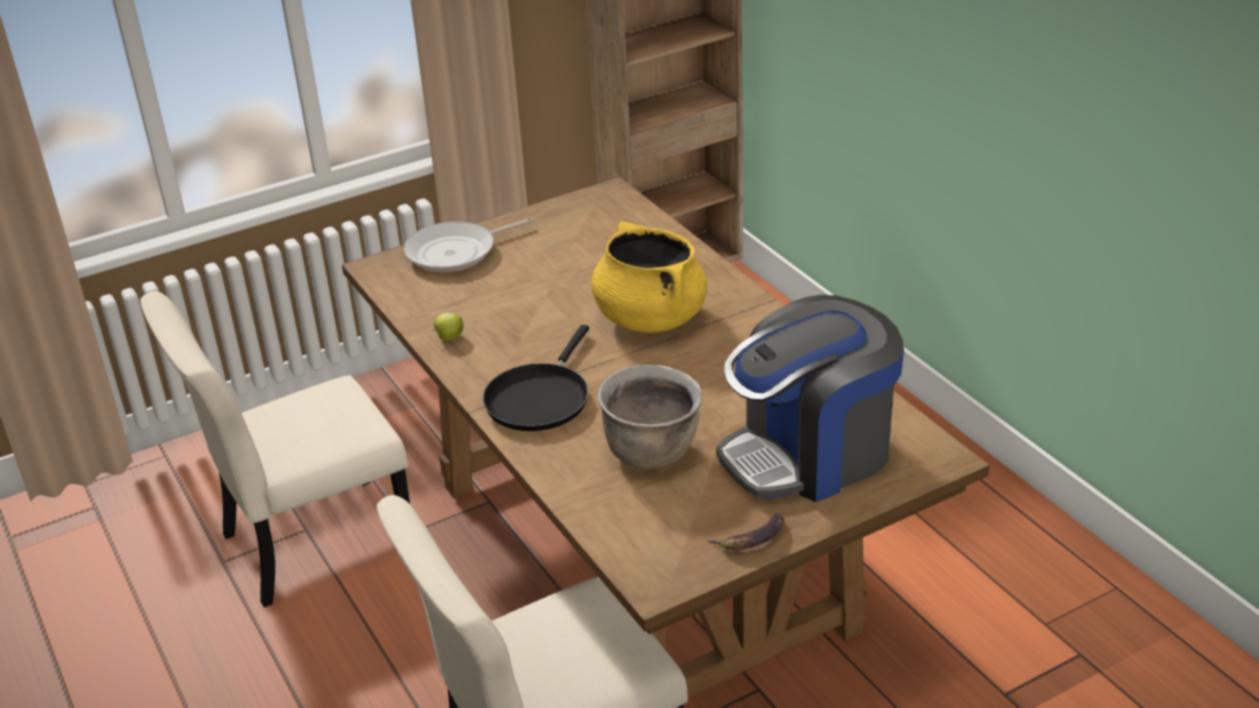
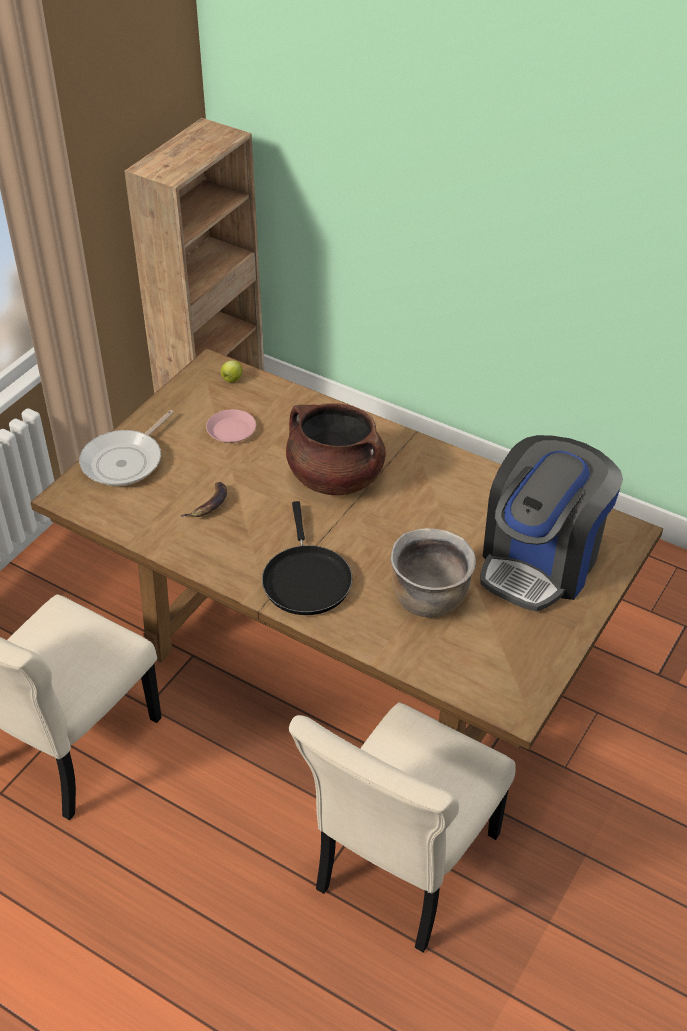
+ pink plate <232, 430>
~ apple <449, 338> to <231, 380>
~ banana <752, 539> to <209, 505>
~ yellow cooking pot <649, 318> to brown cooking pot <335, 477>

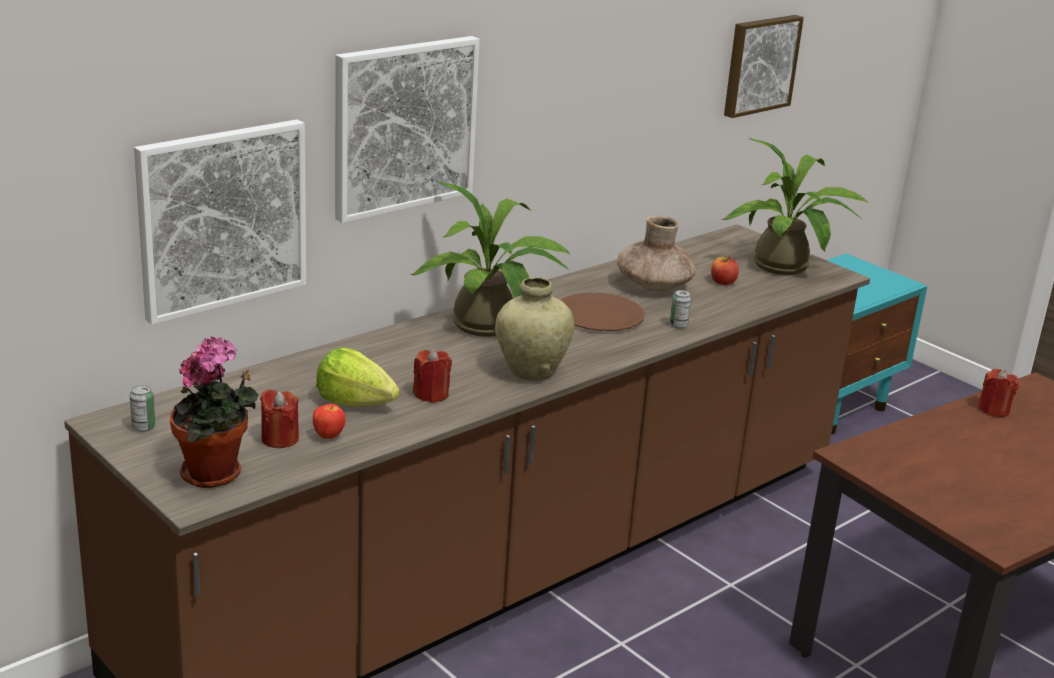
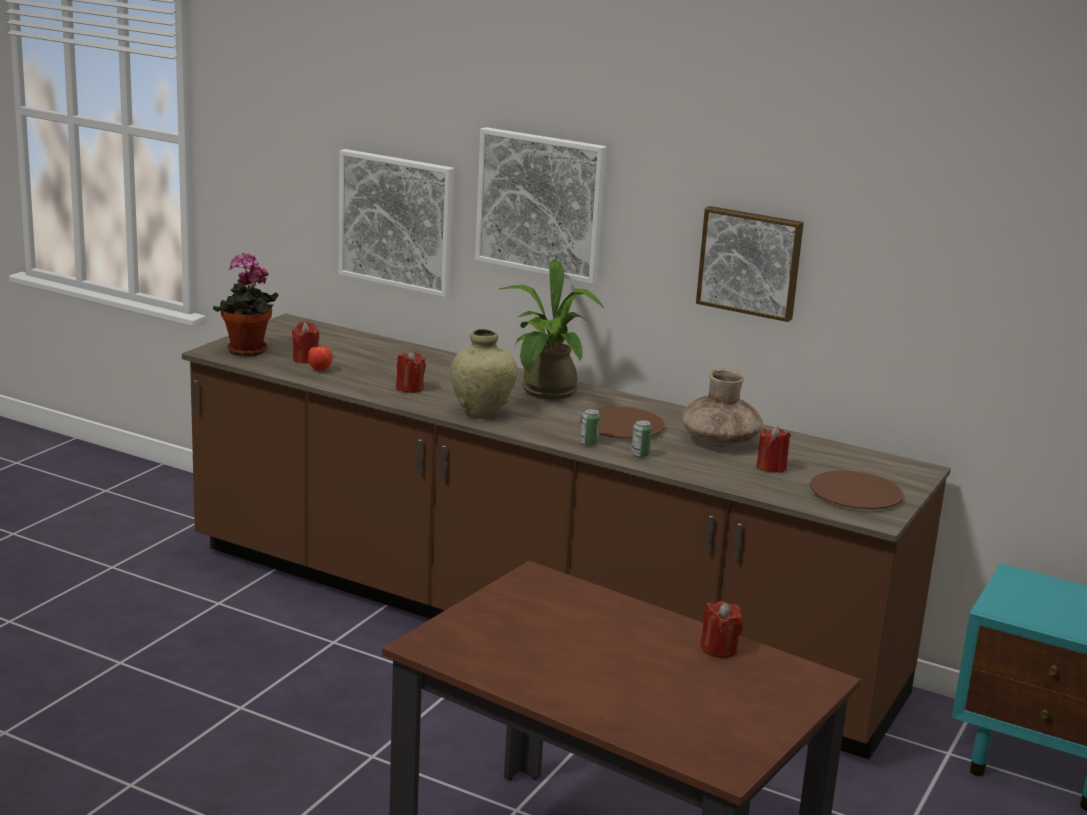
- lettuce <354, 402>
~ can <143, 427> to <589, 443>
~ picture <759, 64> to <750, 262>
~ apple <723, 282> to red candle <771, 467>
~ potted plant <786, 268> to brown plate <855, 493>

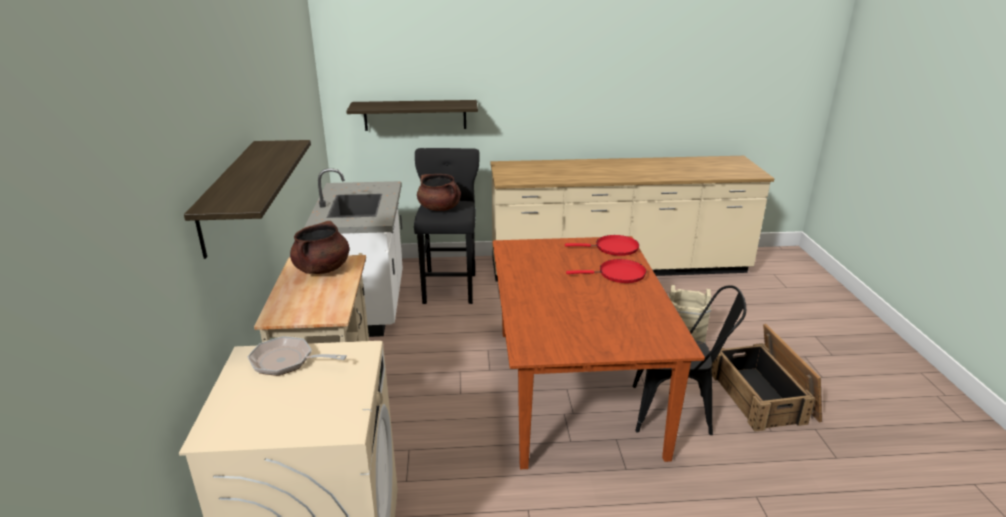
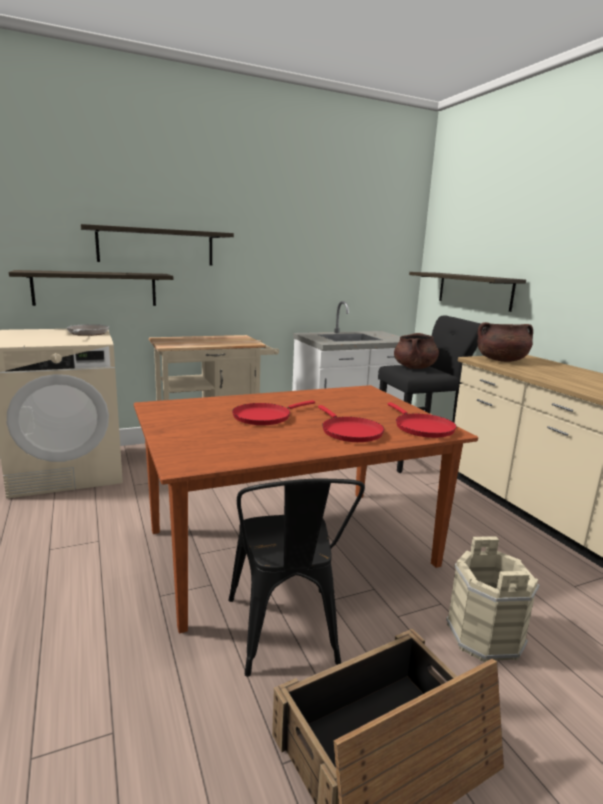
+ shelf <95, 288>
+ red frying pan <264, 417>
~ brown cooking pot <322, 269> to <501, 360>

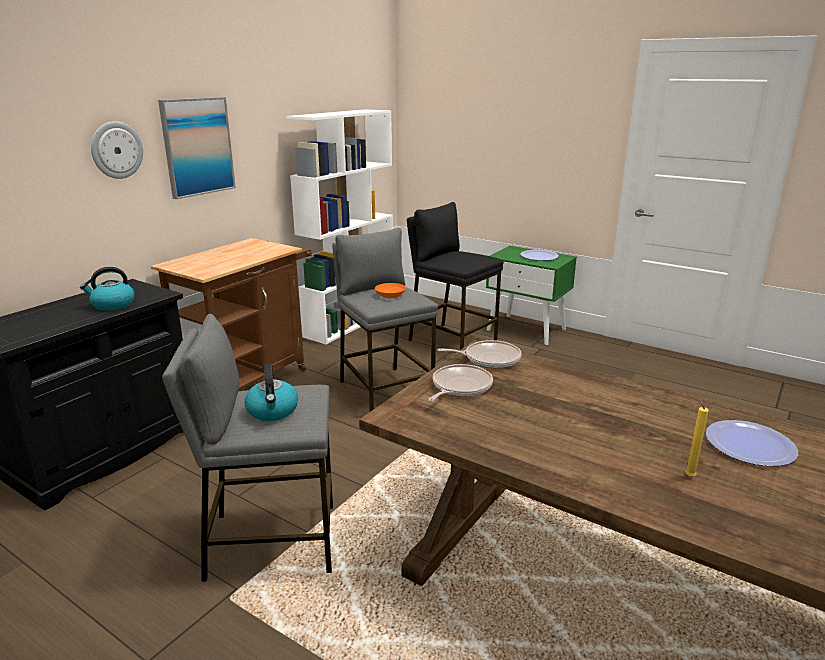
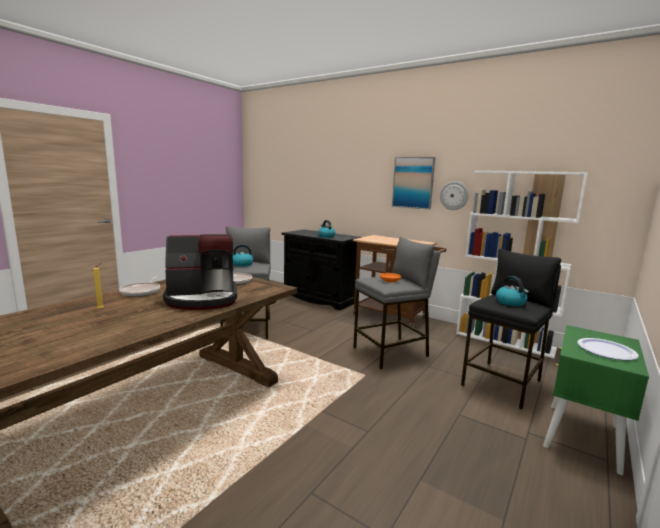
- plate <749, 445>
+ coffee machine <202, 299>
+ kettle <511, 302>
~ wall clock <116, 150> to <454, 195>
~ frying pan <489, 358> to <142, 292>

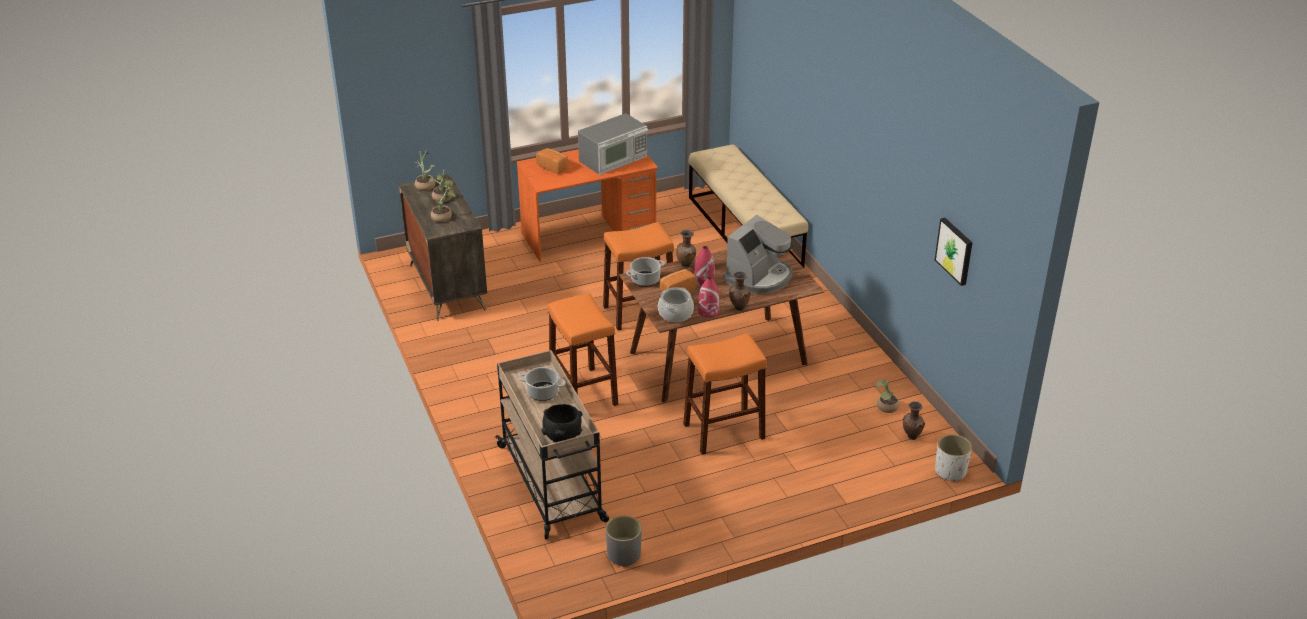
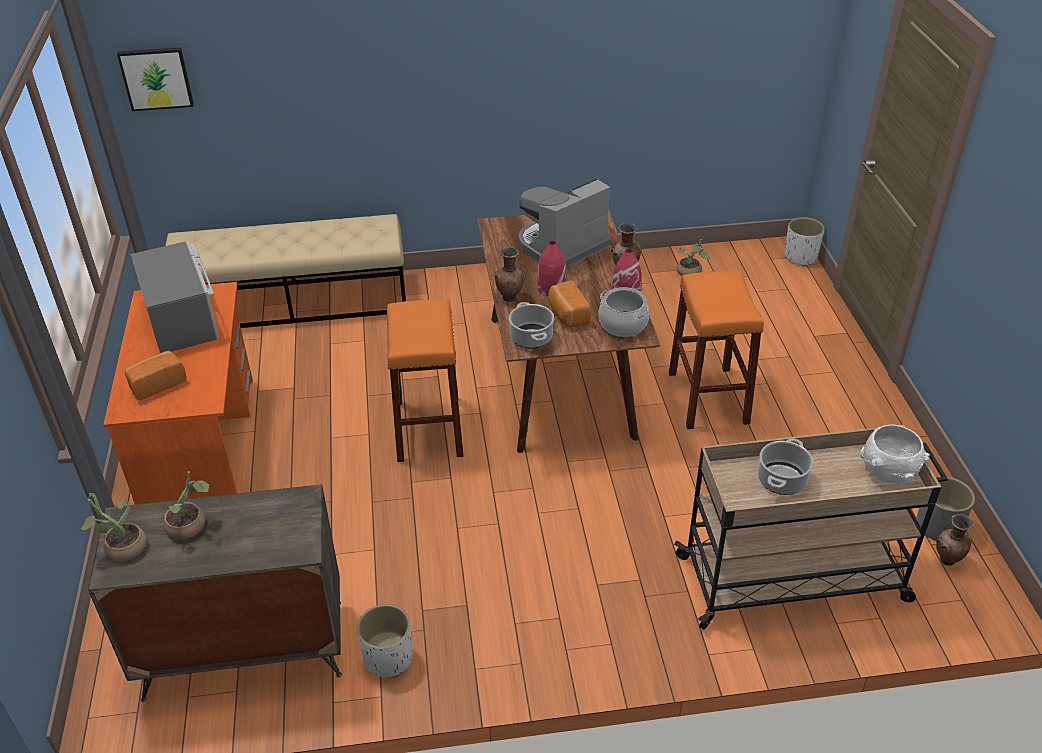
- potted plant <444, 217>
- orange stool <583, 392>
+ white planter <388, 658>
~ brown vase <911, 436> to <947, 561>
~ picture <955, 251> to <156, 78>
~ black bowl <562, 437> to white bowl <888, 473>
~ coffee machine <759, 277> = <561, 246> 90 degrees counterclockwise

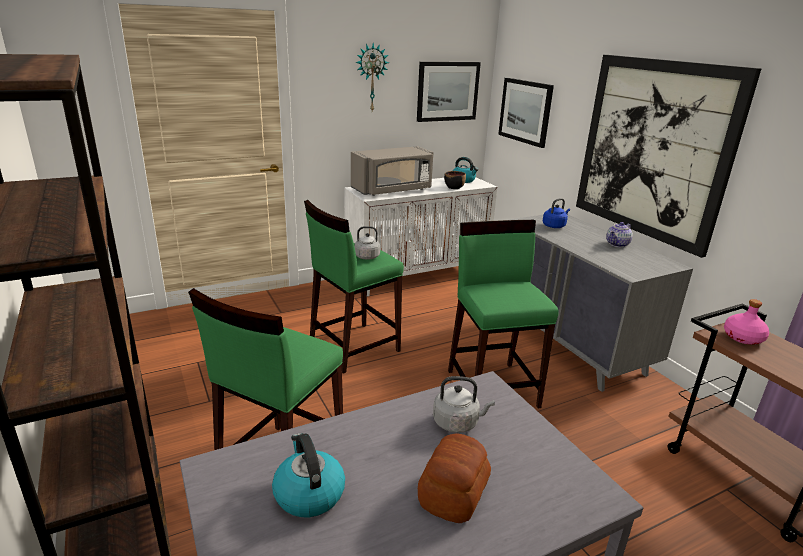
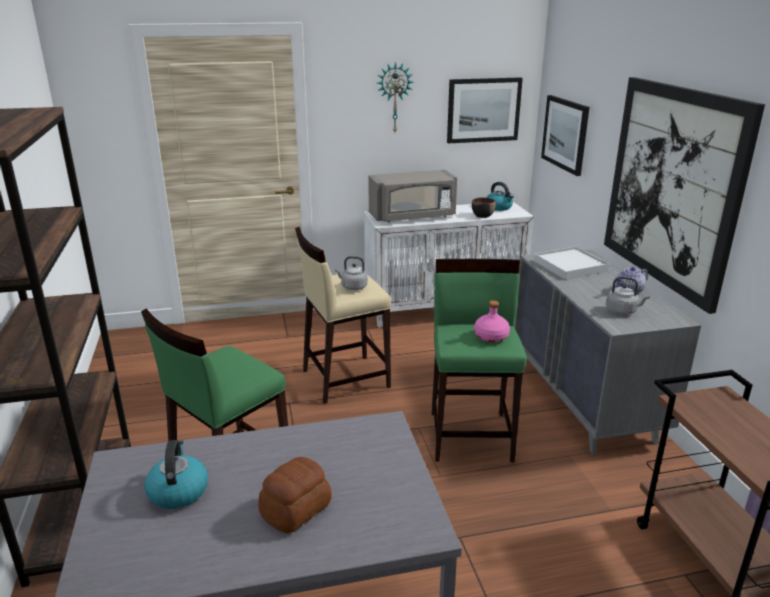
~ grey kettle <458, 422> to <622, 311>
~ pink bottle <742, 338> to <490, 336>
~ blue kettle <554, 226> to white tray <570, 266>
~ green stool <353, 347> to beige stool <344, 378>

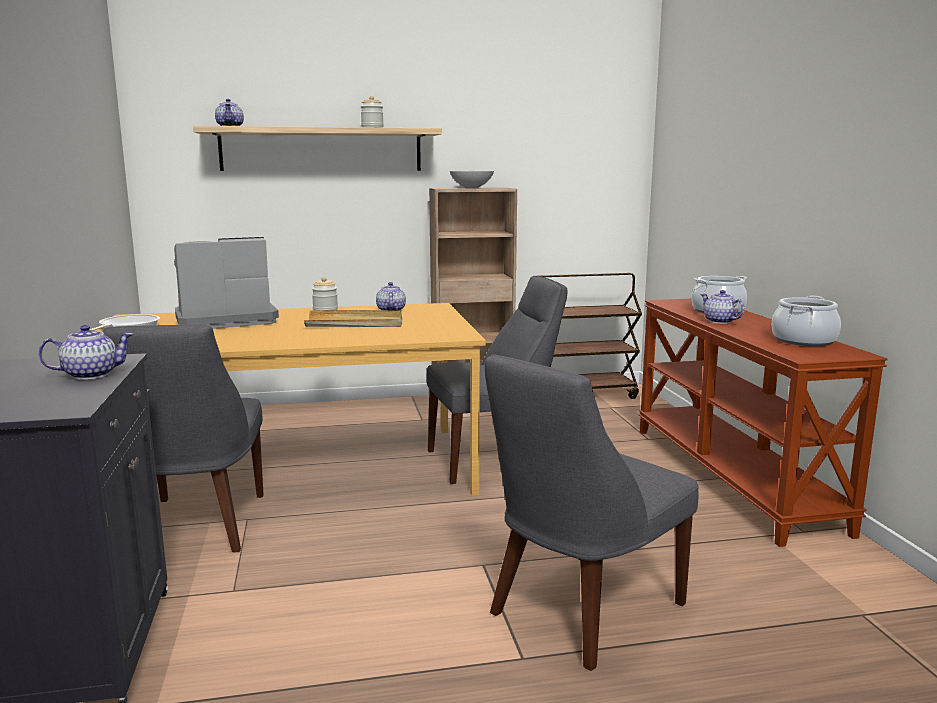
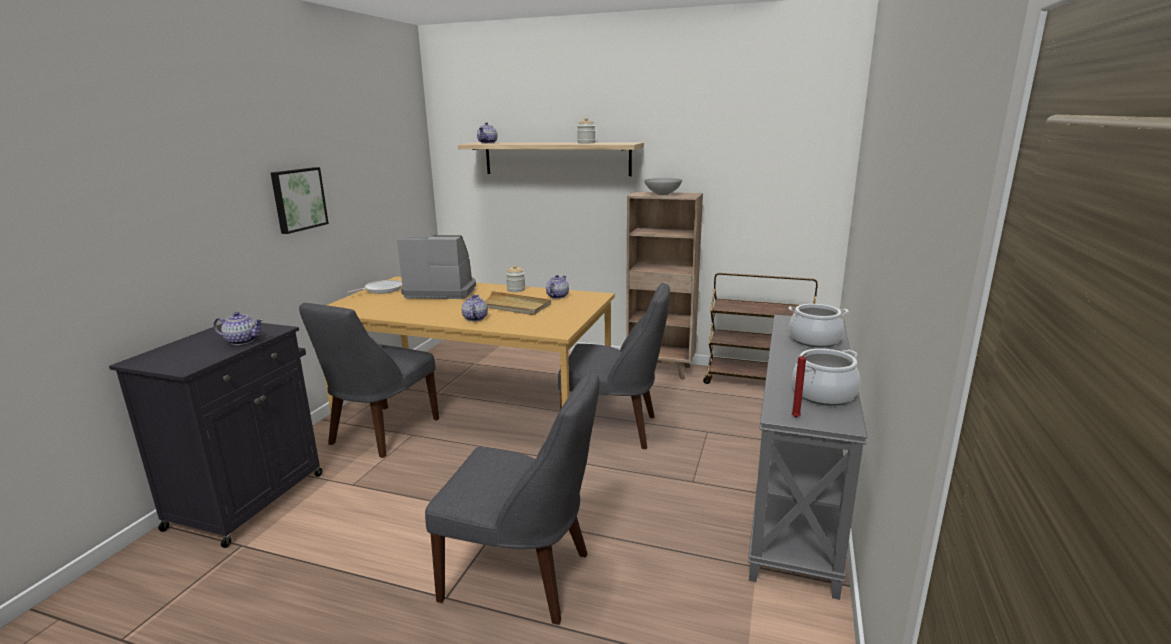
+ picture <298, 199>
+ red candle <796, 418>
~ teapot <720, 321> to <475, 318>
~ brown console table <733, 476> to grey console table <796, 498>
~ grey chair <580, 611> = <523, 577> 150 degrees counterclockwise

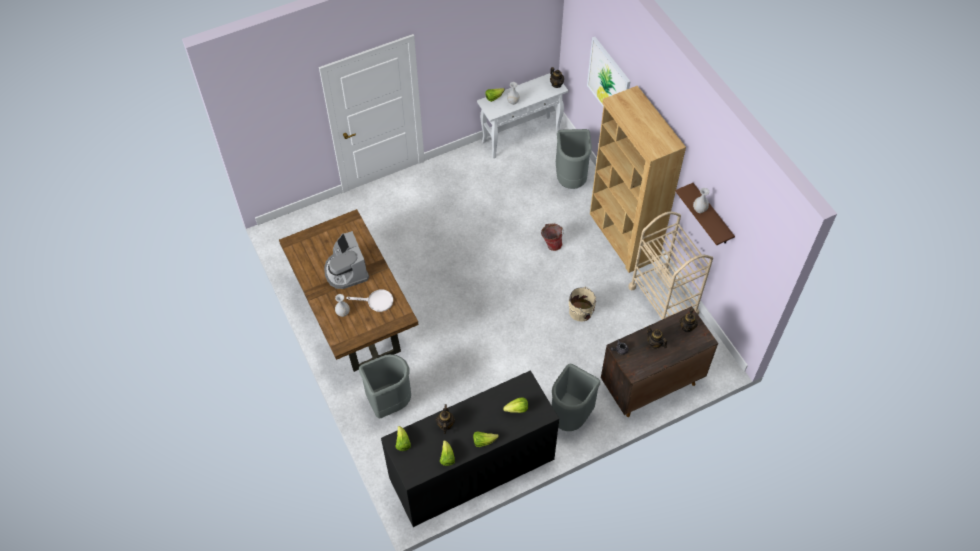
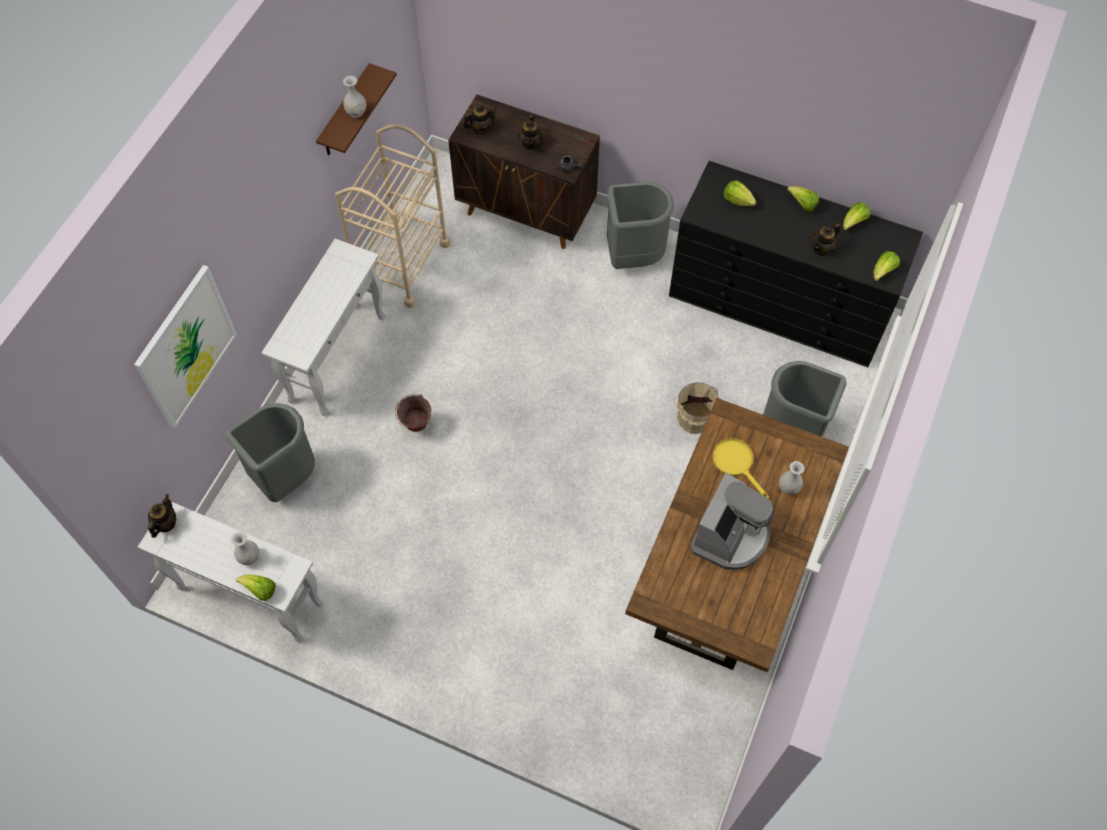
~ beige bucket <581, 311> to <694, 416>
~ brown bookcase <623, 237> to white console table <338, 357>
~ white frying pan <376, 301> to yellow frying pan <736, 463>

